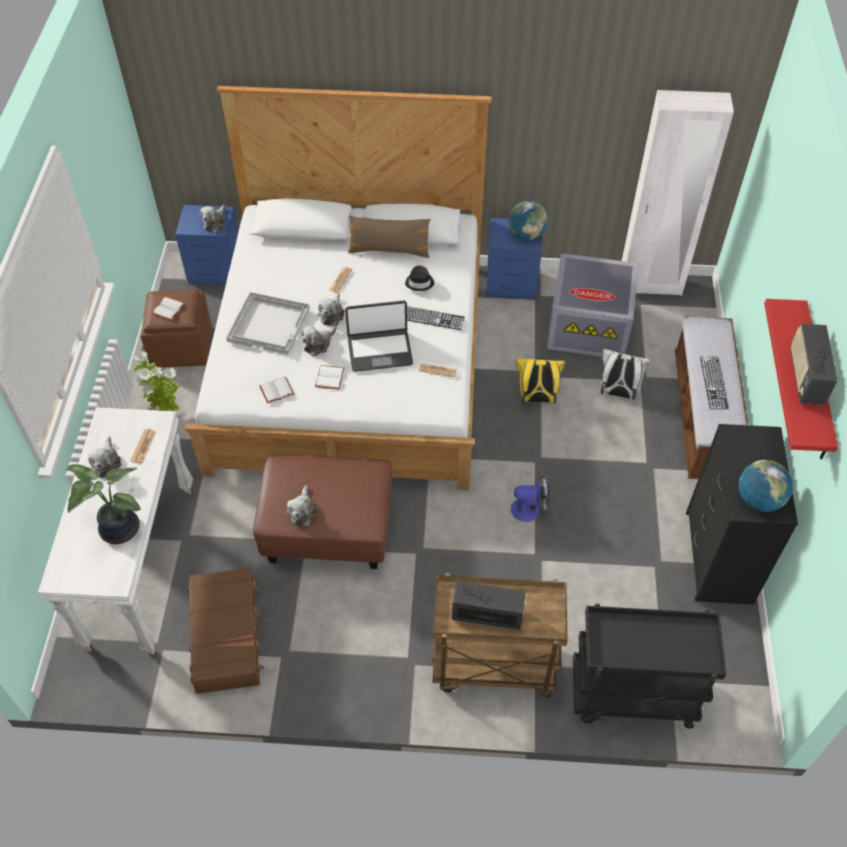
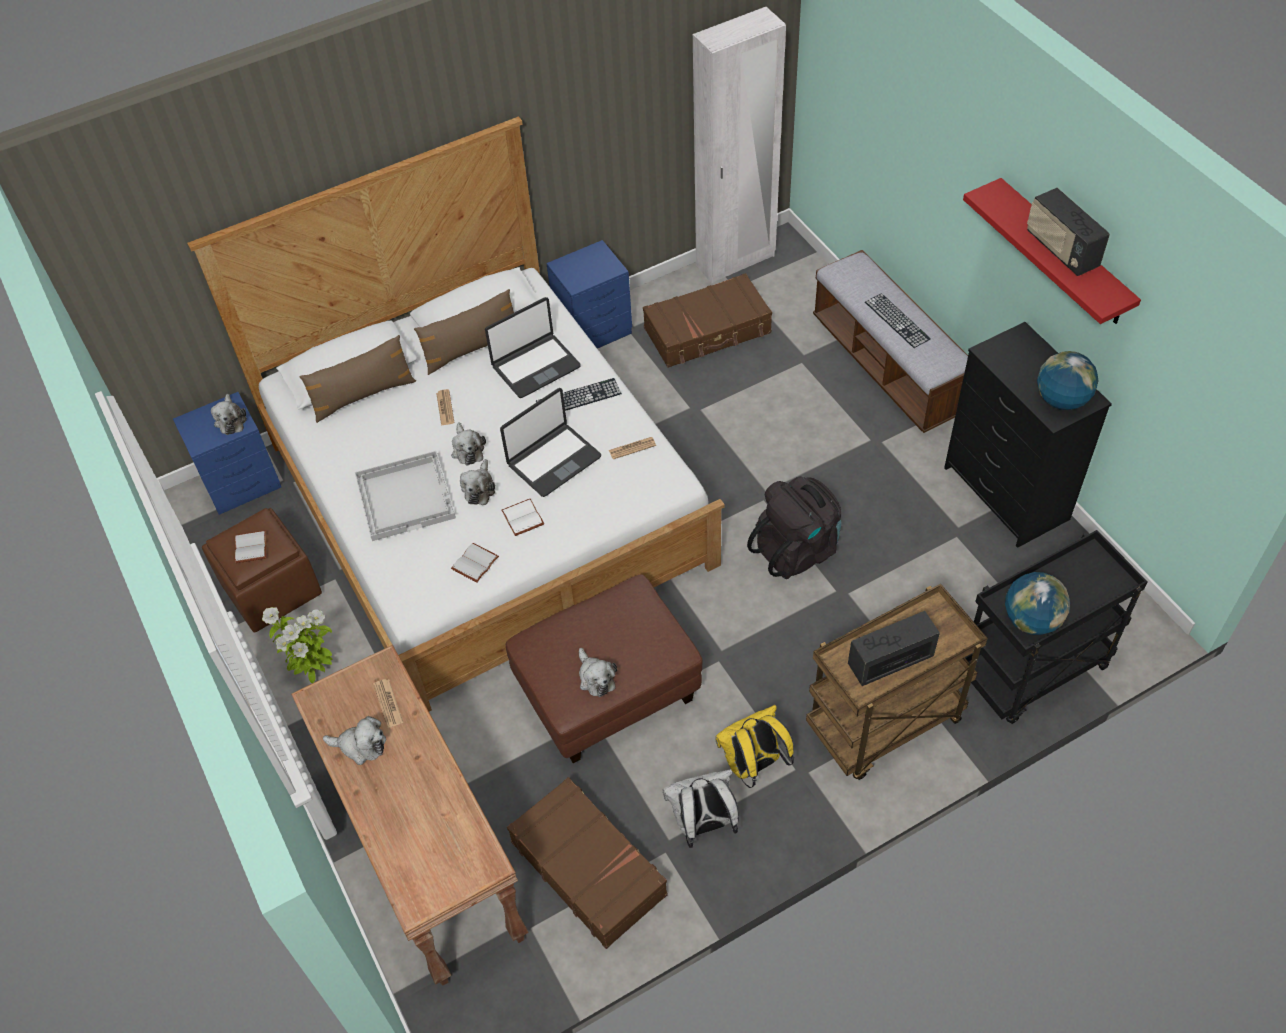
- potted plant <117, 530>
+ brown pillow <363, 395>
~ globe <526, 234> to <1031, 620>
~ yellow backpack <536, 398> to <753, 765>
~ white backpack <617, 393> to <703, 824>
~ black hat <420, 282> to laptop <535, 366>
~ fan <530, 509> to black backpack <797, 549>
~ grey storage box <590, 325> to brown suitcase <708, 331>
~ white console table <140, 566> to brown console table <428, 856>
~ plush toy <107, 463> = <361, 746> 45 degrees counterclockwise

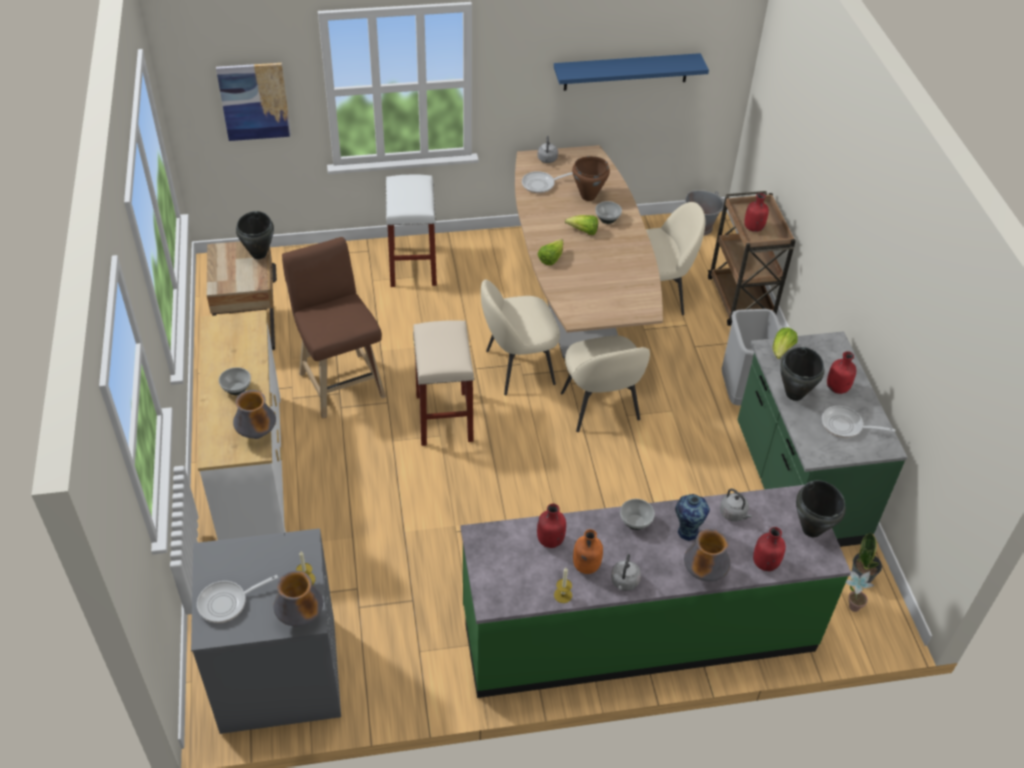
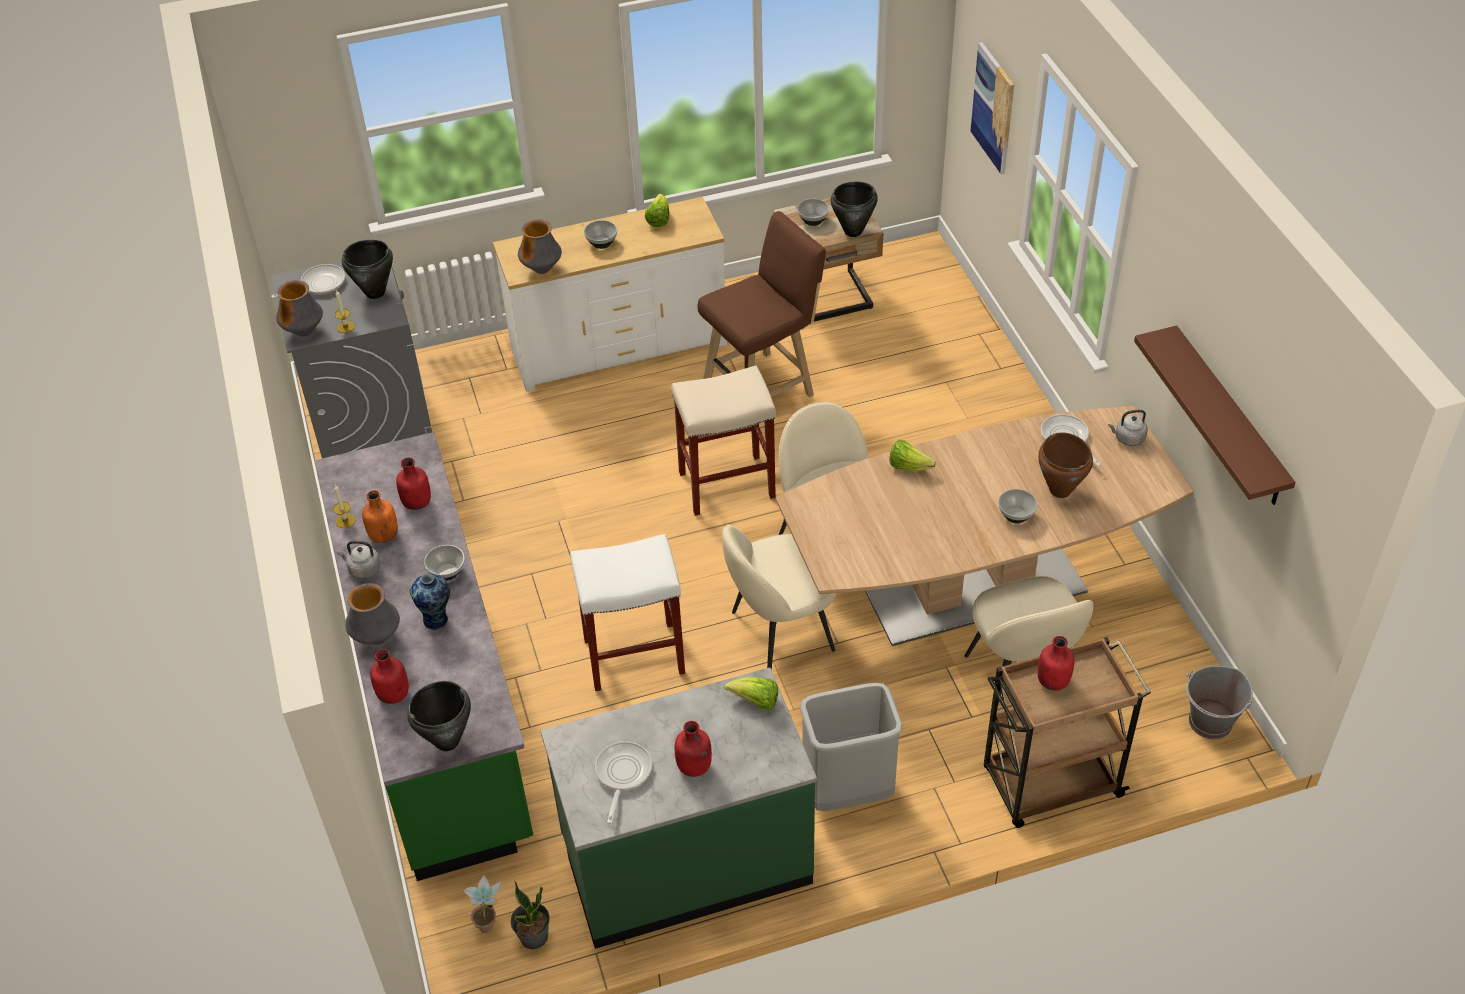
- grey kettle <734, 514>
+ bowl <813, 220>
~ white stool <413, 267> to <632, 656>
~ lettuce <583, 231> to <658, 219>
~ black cooking pot <794, 394> to <375, 293>
~ blue shelf <626, 72> to brown shelf <1229, 418>
~ frying pan <227, 603> = <319, 284> 90 degrees clockwise

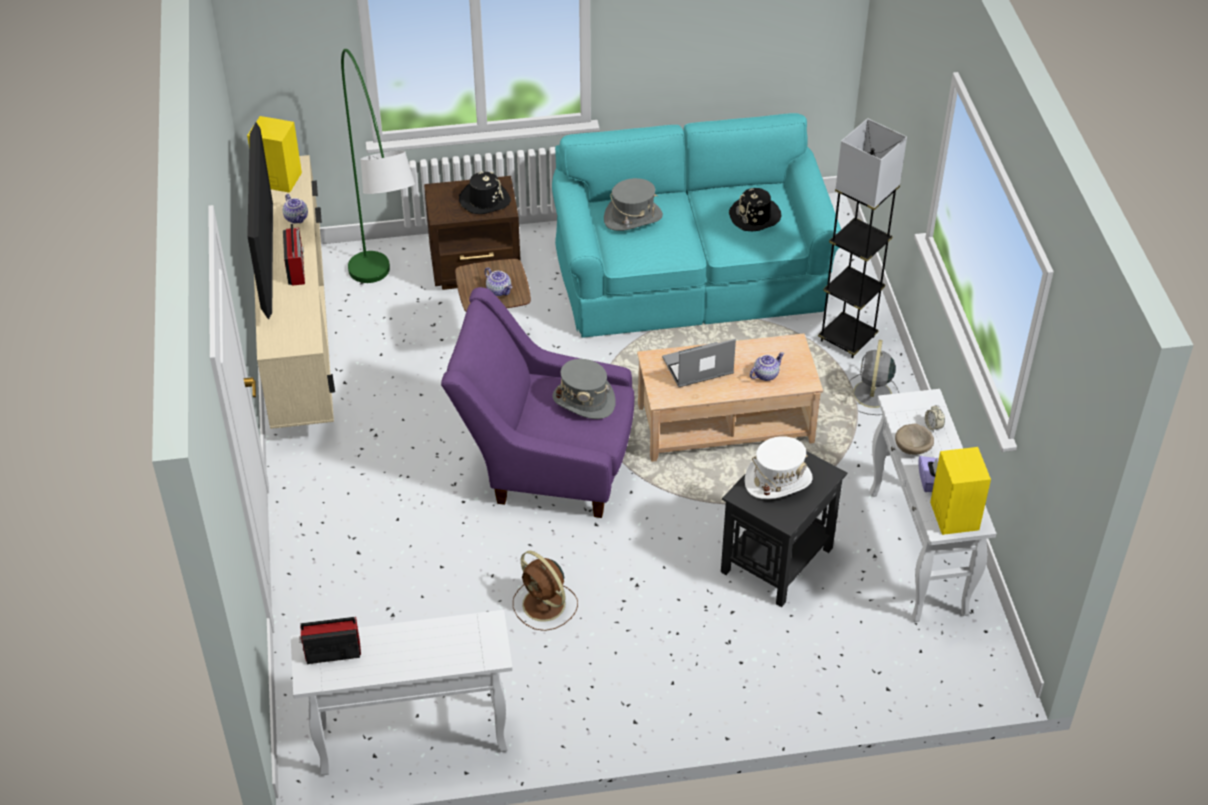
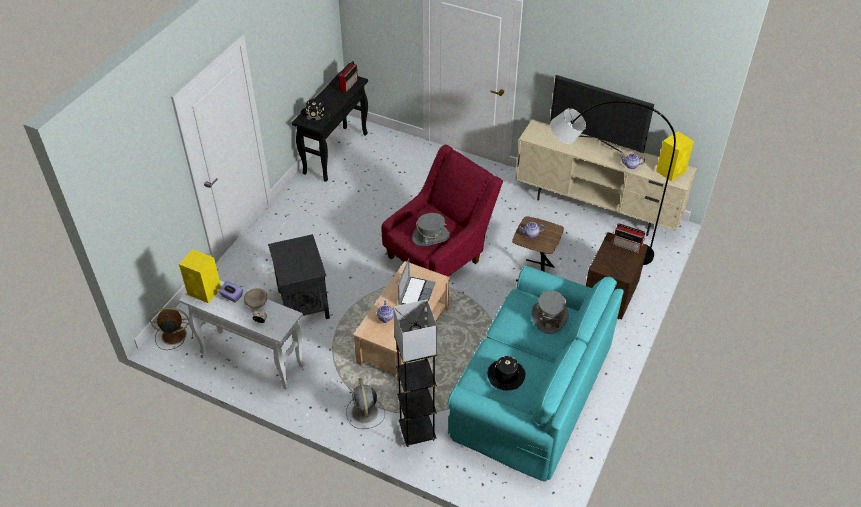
- white hat <778, 480>
~ radio <296, 269> to <627, 246>
~ black hat <484, 200> to <315, 115>
~ brown fan <545, 605> to <173, 335>
~ white console table <410, 739> to black console table <336, 153>
~ green floor lamp <389, 320> to grey floor lamp <591, 246>
~ purple armchair <546, 463> to red armchair <439, 255>
~ grey fan <872, 395> = <365, 413> 150 degrees counterclockwise

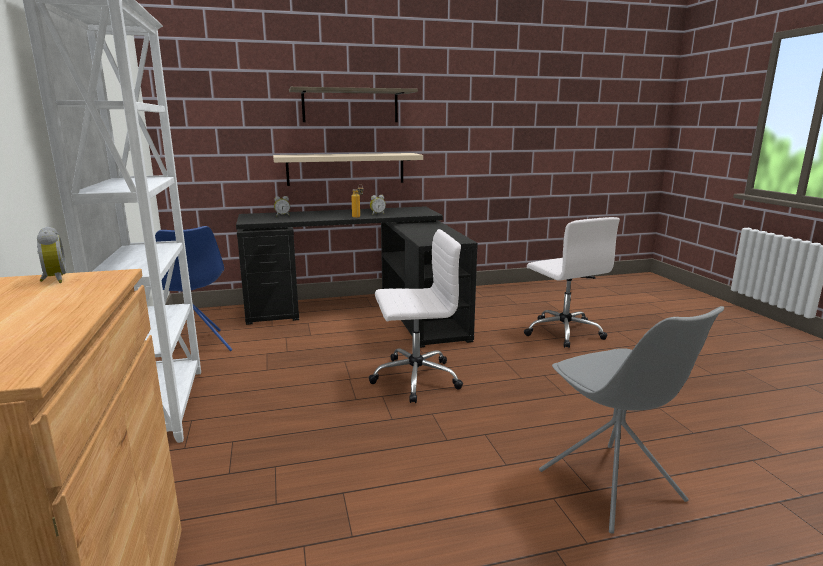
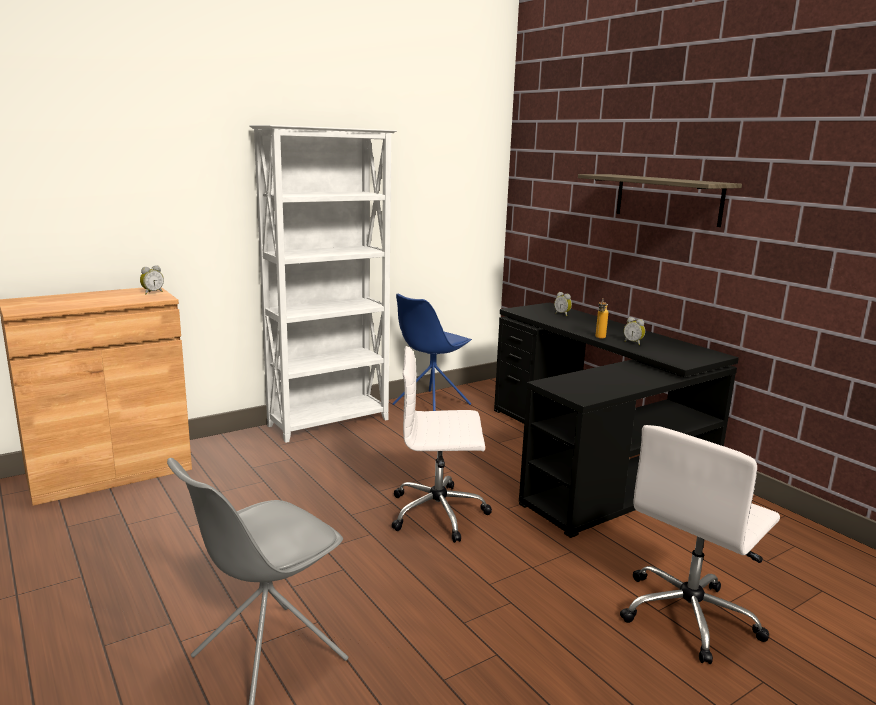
- beige shelf <346, 169>
~ white office chair <414, 378> = <439, 513> 120 degrees clockwise

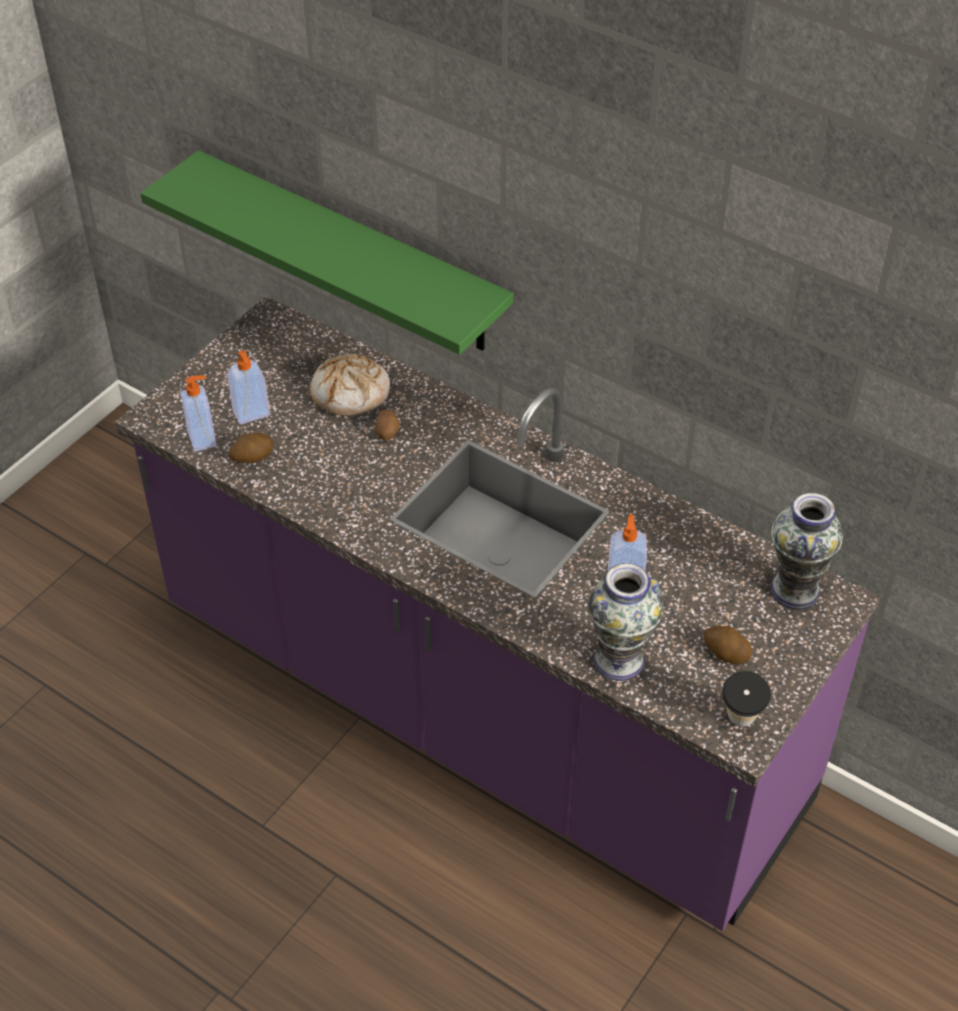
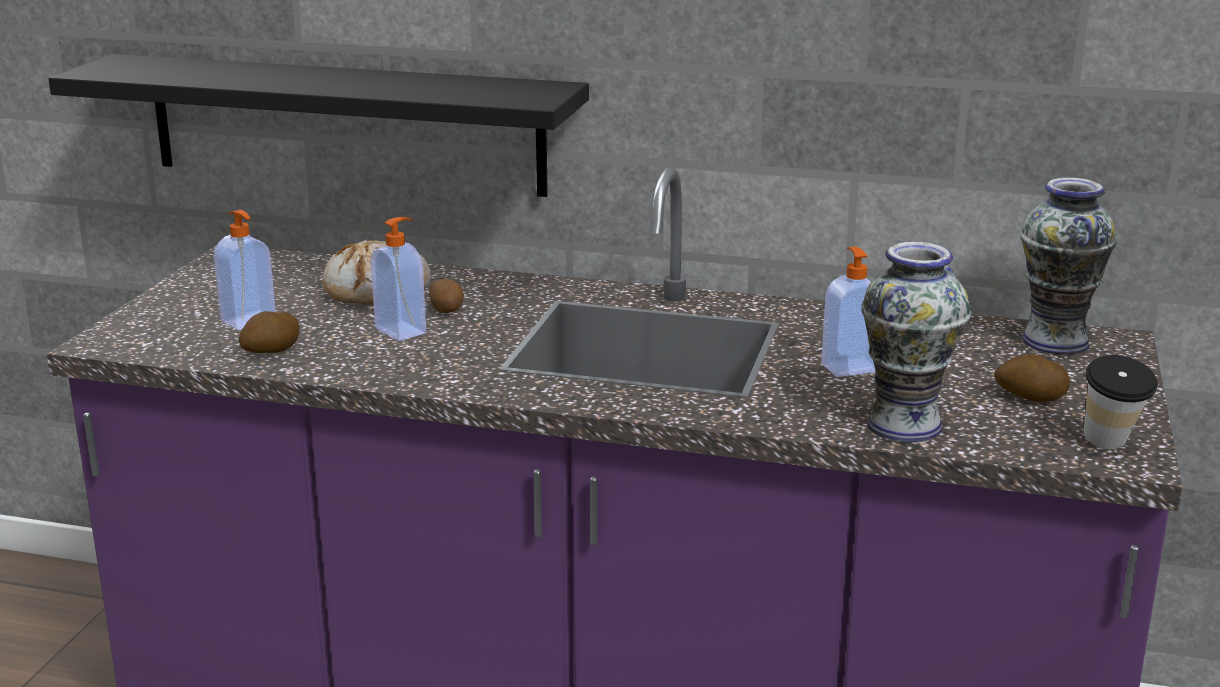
~ soap dispenser <203, 438> to <402, 331>
~ green shelf <351, 253> to black shelf <345, 124>

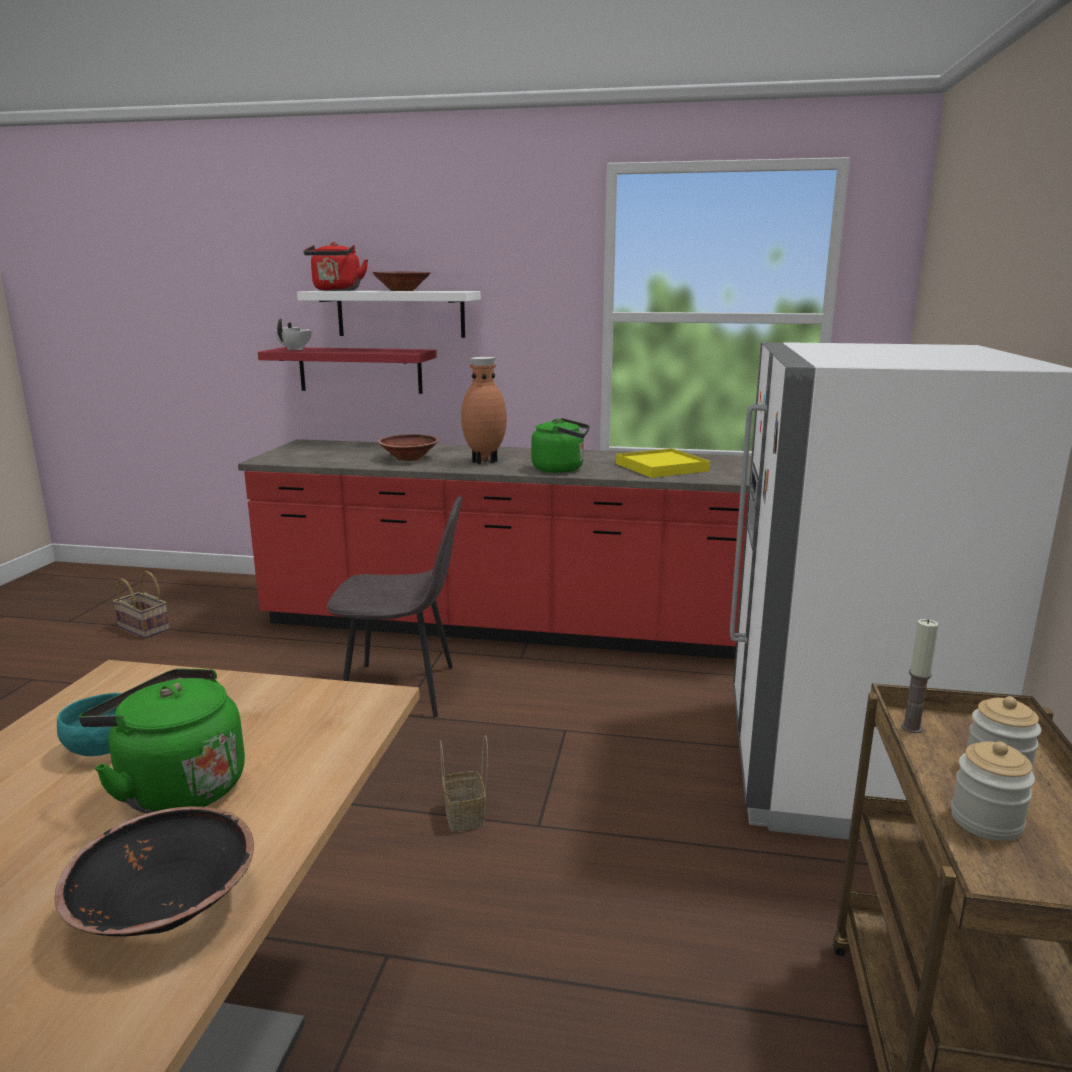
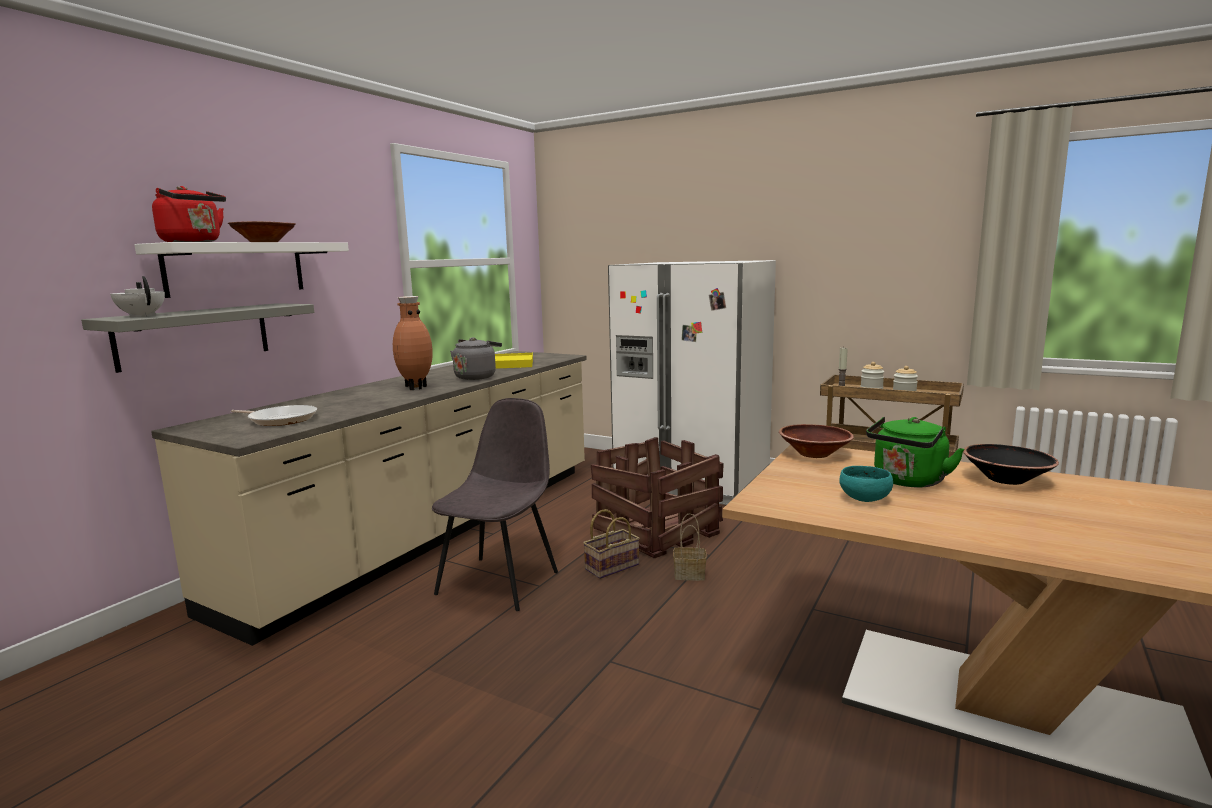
+ frying pan <280, 420>
+ crate <658, 530>
~ basket <145, 628> to <612, 566>
~ brown bowl <409, 458> to <814, 454>
~ red counter <512, 626> to beige counter <434, 530>
~ red shelf <360, 370> to grey shelf <194, 335>
~ green kettle <561, 469> to grey kettle <476, 377>

